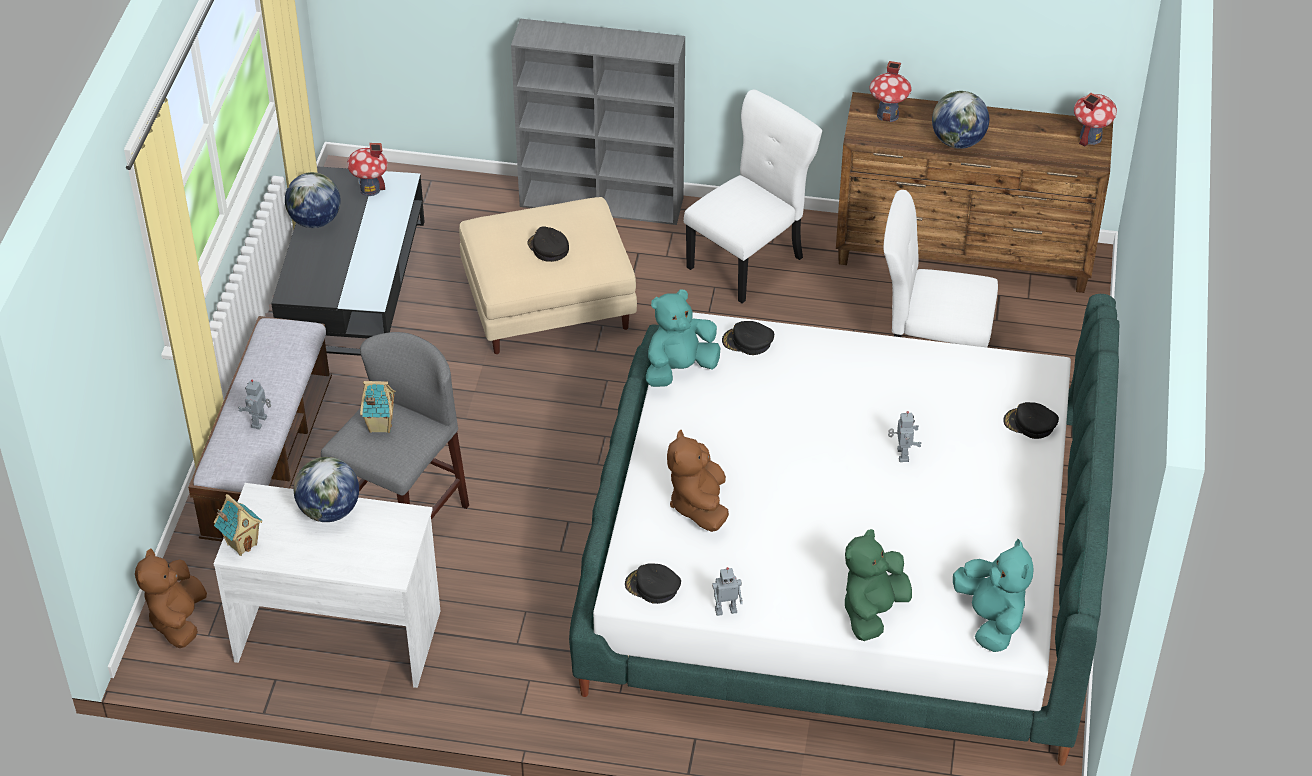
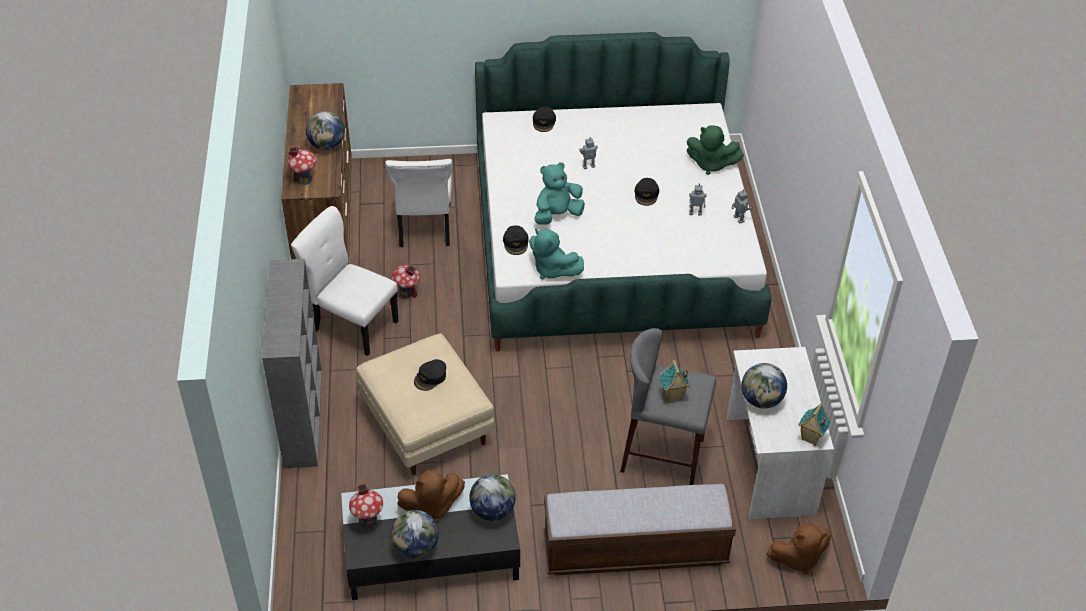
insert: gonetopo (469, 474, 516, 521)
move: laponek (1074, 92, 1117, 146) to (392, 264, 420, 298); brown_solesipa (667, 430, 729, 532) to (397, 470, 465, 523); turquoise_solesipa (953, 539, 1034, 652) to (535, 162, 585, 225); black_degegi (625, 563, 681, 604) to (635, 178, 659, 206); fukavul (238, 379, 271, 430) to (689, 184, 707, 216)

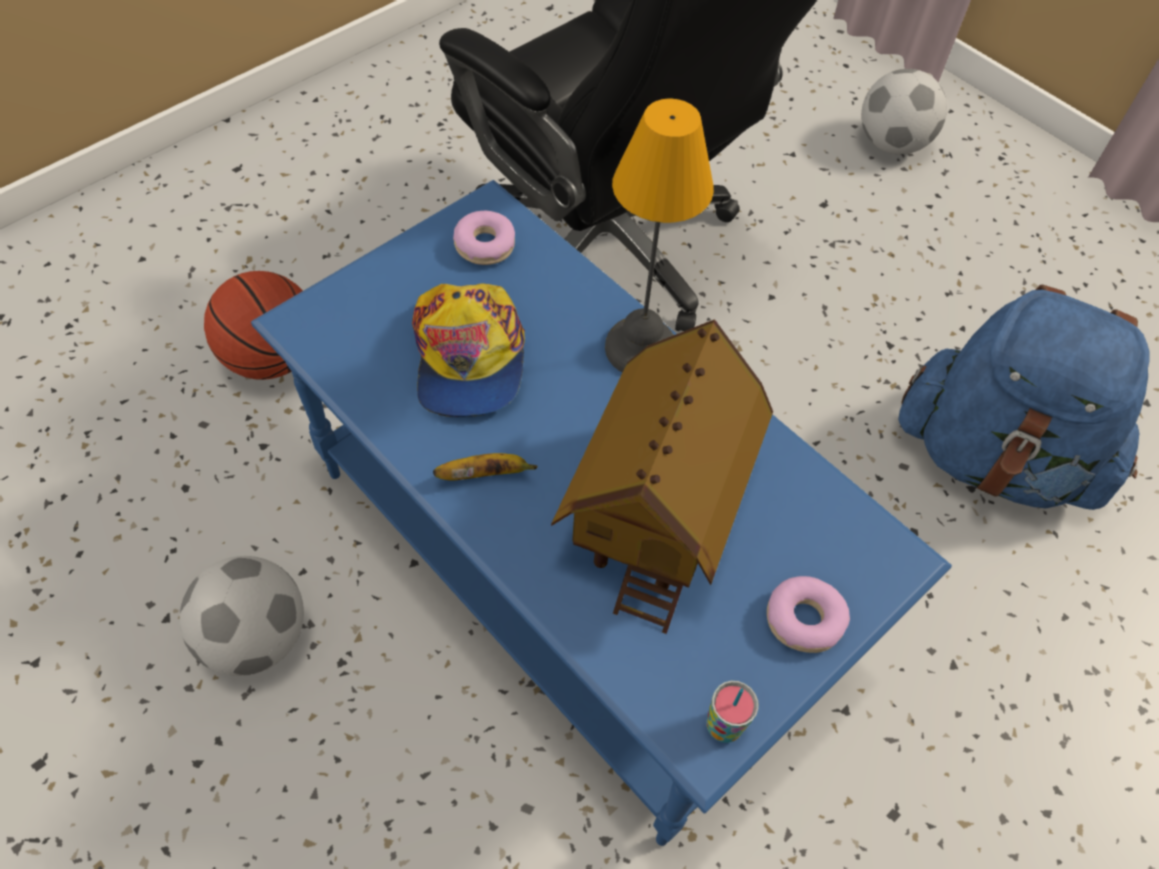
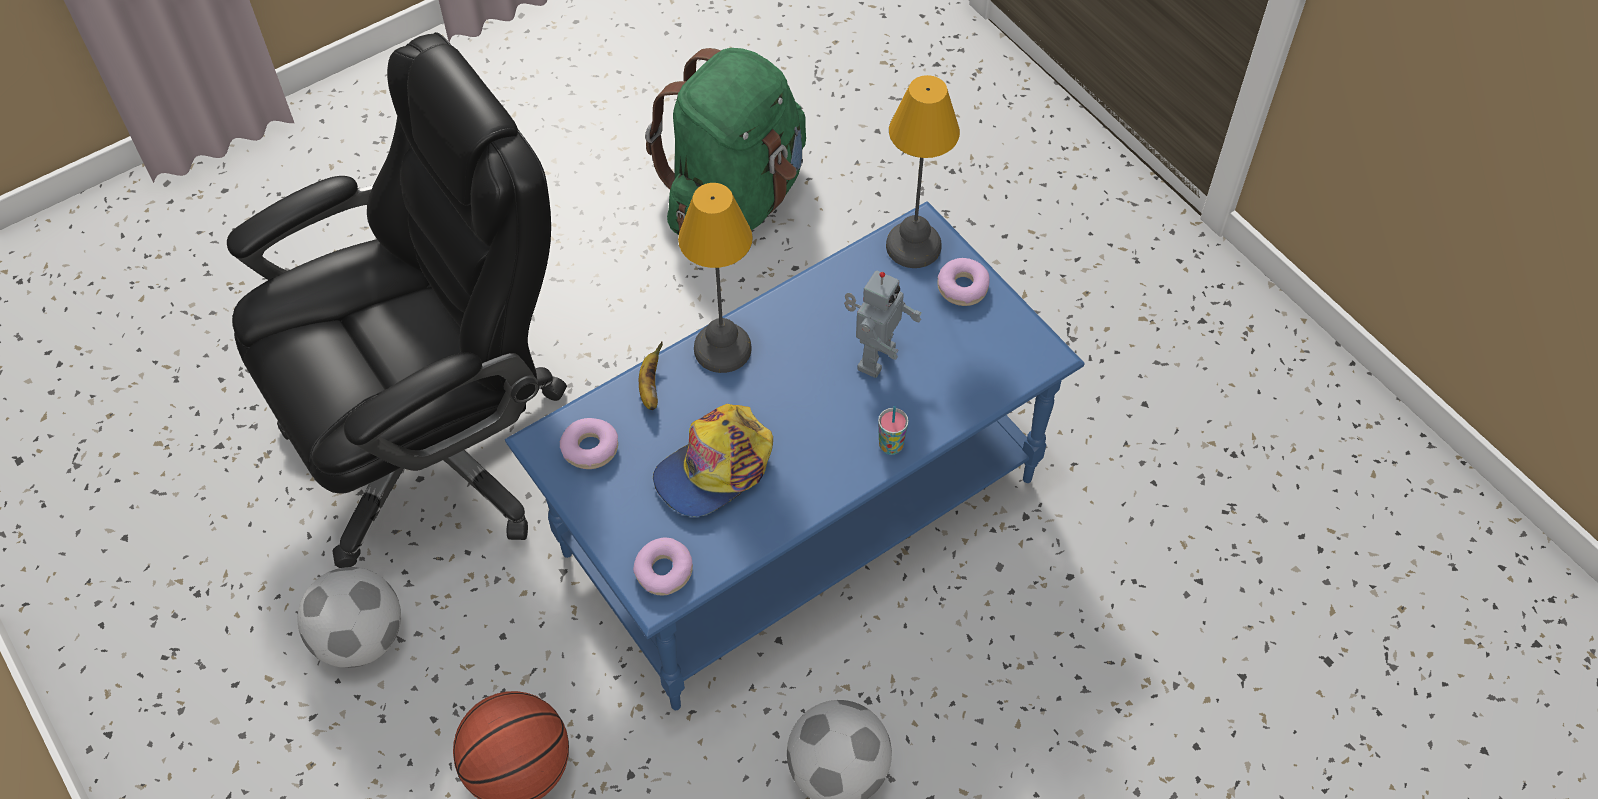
insert: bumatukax (633, 537, 693, 595); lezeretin (886, 75, 960, 268)
move: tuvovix (861, 69, 947, 154) to (298, 567, 401, 668); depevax (433, 453, 538, 481) to (639, 341, 663, 410); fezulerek (707, 681, 759, 743) to (878, 406, 909, 455)
replace: laponek (551, 319, 773, 634) to fukavul (844, 270, 922, 378)
recolor: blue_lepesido (898, 284, 1149, 510) to green_lepesido (645, 48, 806, 235)
rotate: degegi (412, 283, 525, 417) = (653, 404, 773, 517) 135 degrees clockwise

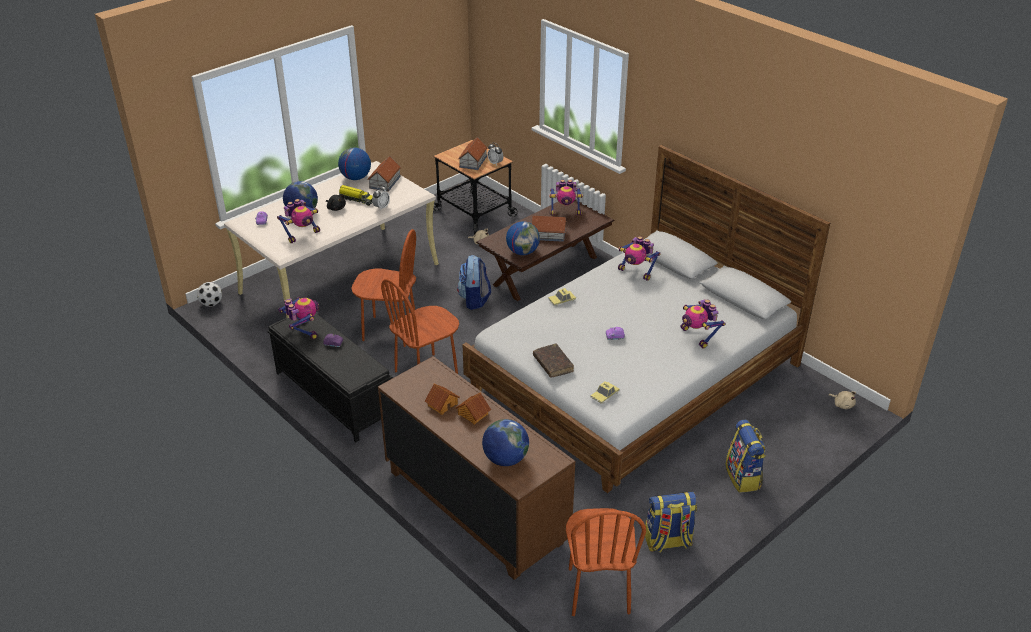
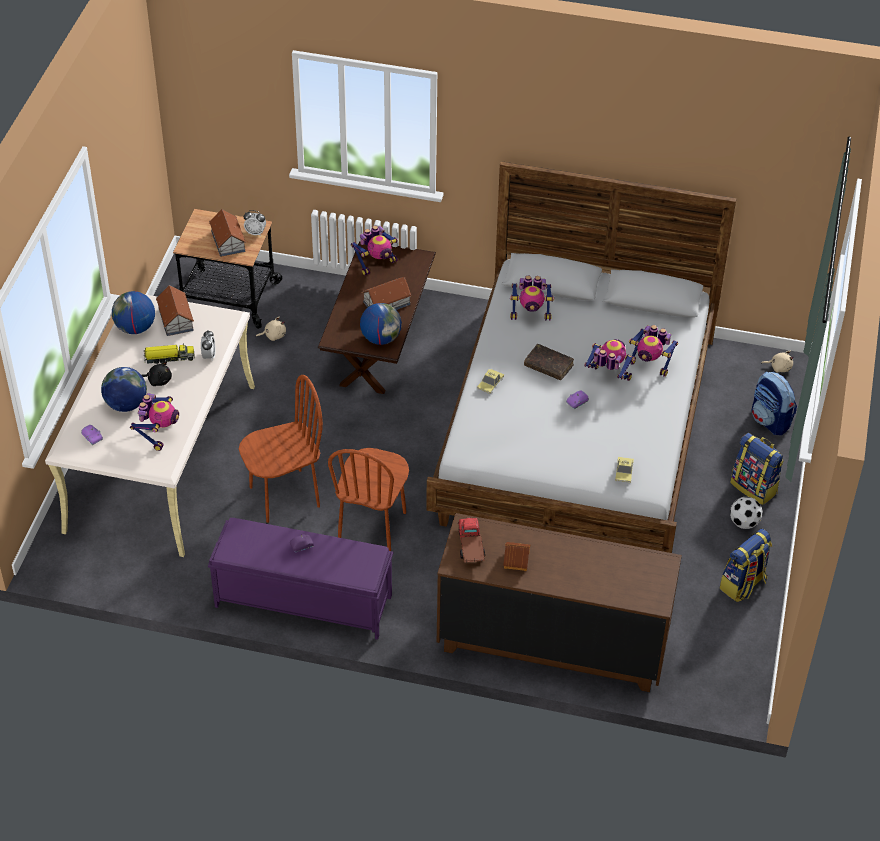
delete: laponek (456, 392, 491, 424); gonetopo (482, 419, 529, 466); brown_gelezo (566, 508, 646, 616)
insert: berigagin (458, 518, 485, 563)
move: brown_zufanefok (533, 343, 574, 378) to (524, 344, 574, 380); fukavul (278, 297, 319, 339) to (584, 339, 635, 381); tuvovix (197, 282, 222, 307) to (730, 497, 763, 529); lepesido (457, 255, 491, 310) to (752, 372, 797, 435)
recolor: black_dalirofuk (268, 313, 393, 443) to purple_dalirofuk (208, 518, 393, 640)

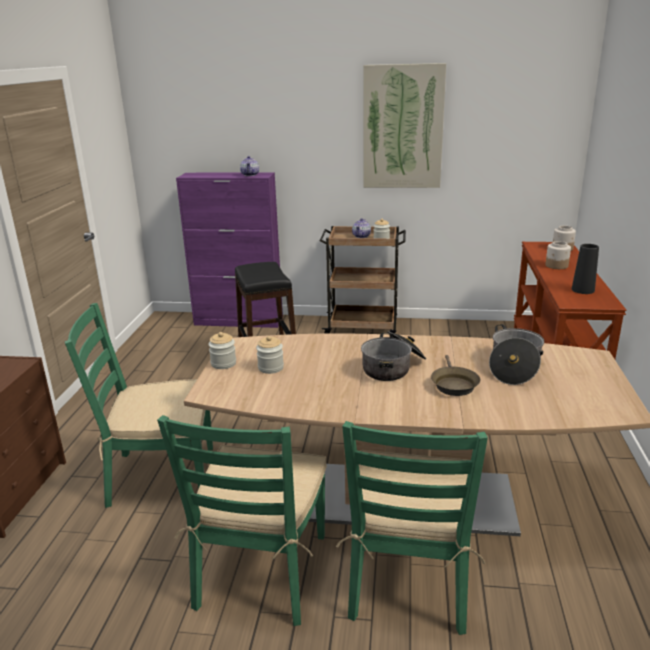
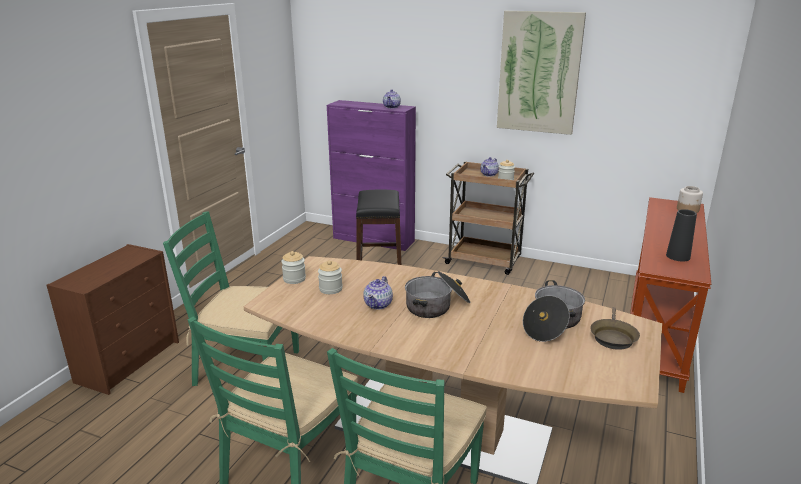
delete: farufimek (545, 241, 571, 269)
insert: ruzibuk (363, 276, 393, 310)
move: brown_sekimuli (431, 355, 480, 396) to (590, 307, 640, 350)

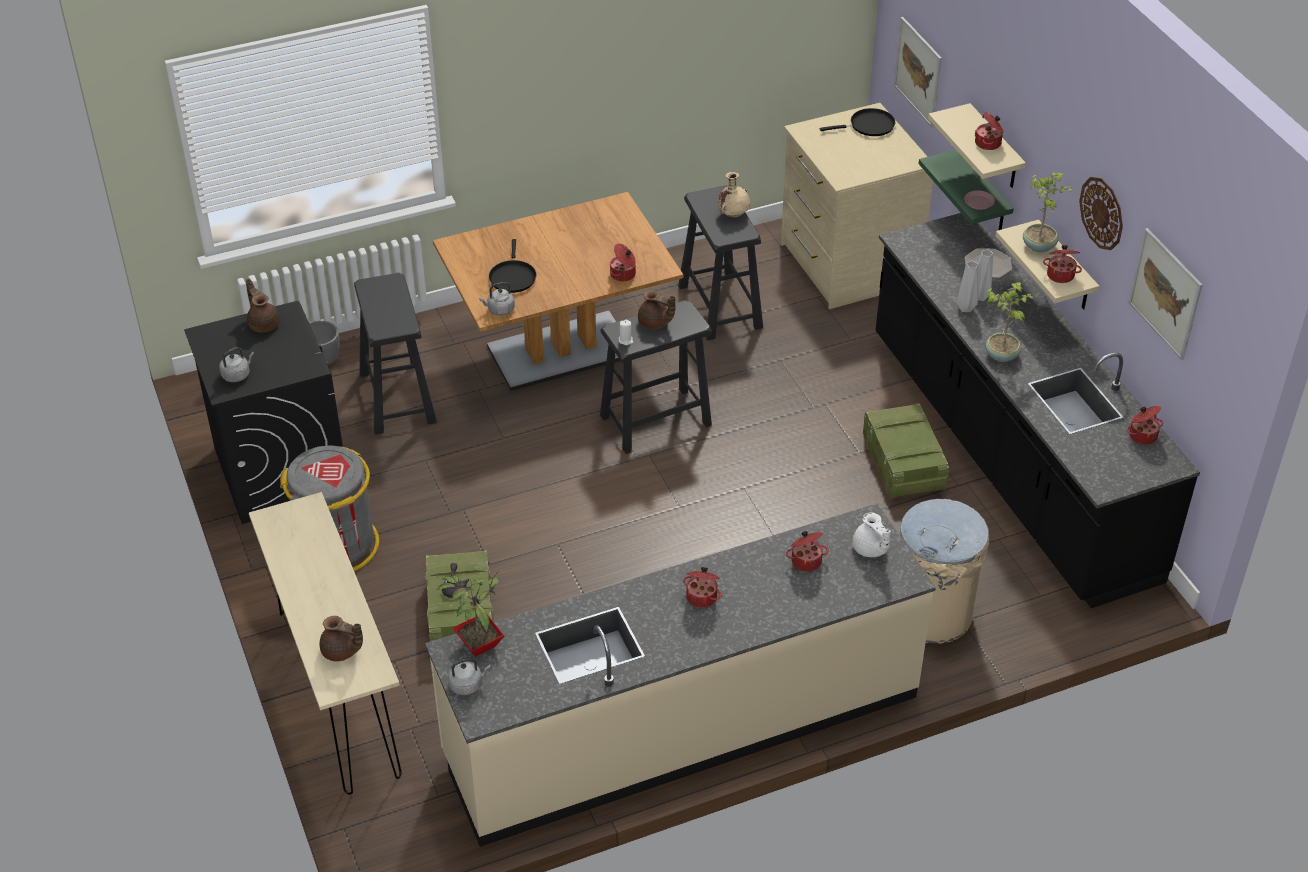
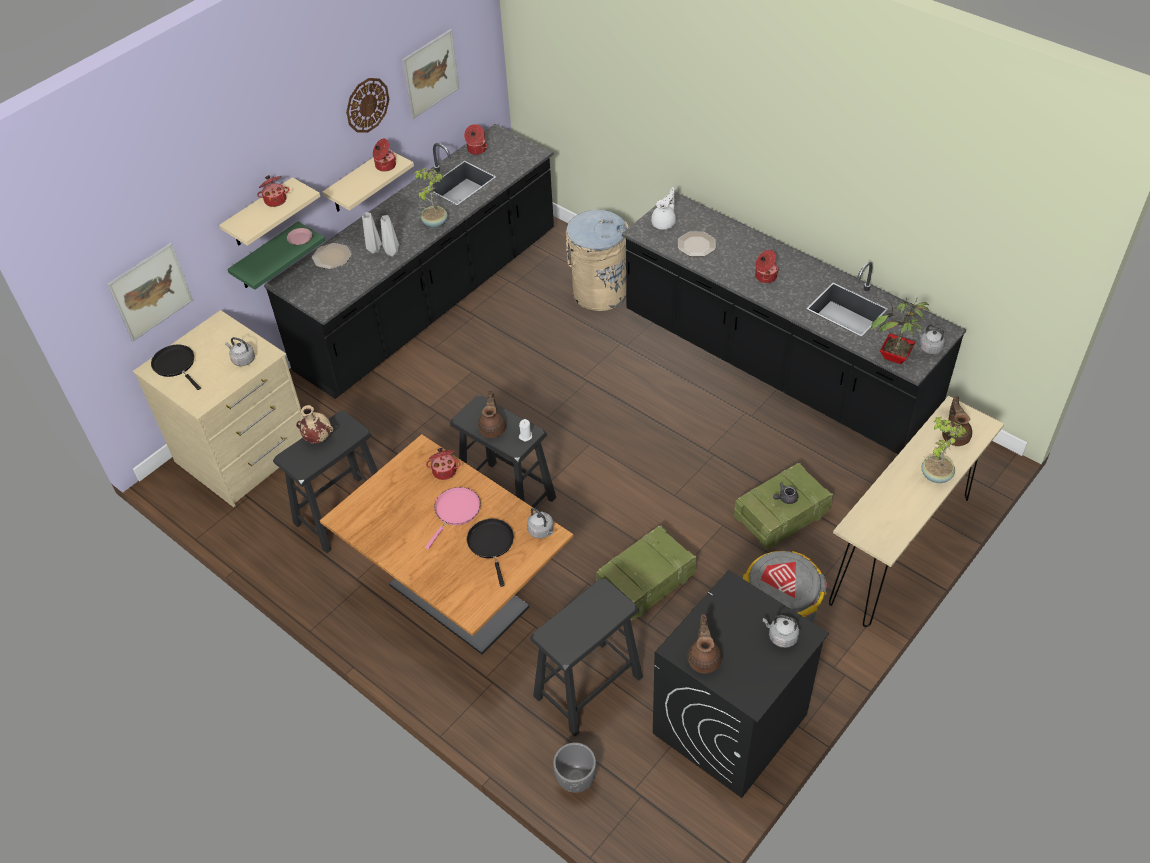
insert: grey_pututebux (225, 337, 255, 366); pink_sekimuli (425, 487, 481, 549)
move: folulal (863, 403, 949, 499) to (596, 525, 697, 621); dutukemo (1023, 172, 1074, 252) to (921, 417, 967, 483)
replace: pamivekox (786, 531, 829, 572) to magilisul (678, 232, 716, 257)
recolor: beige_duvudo (425, 503, 936, 847) to black_duvudo (622, 192, 966, 454)
rotate: black_sekimuli (489, 239, 536, 293) = (467, 519, 514, 587) 75 degrees counterclockwise; brown_ruzibuk (246, 279, 280, 333) = (688, 614, 722, 674) 150 degrees clockwise

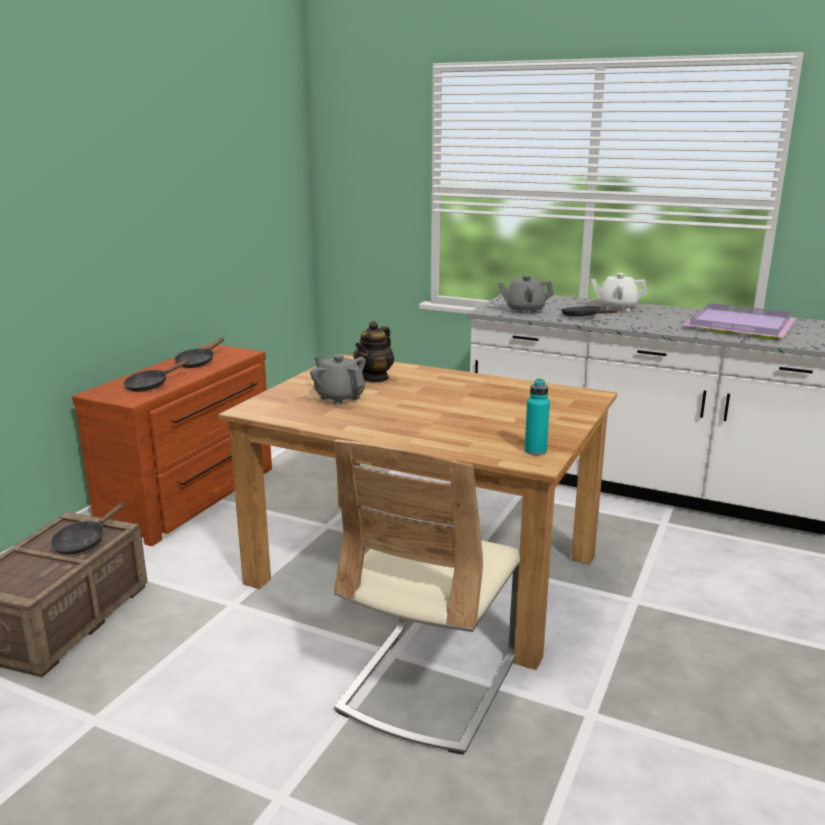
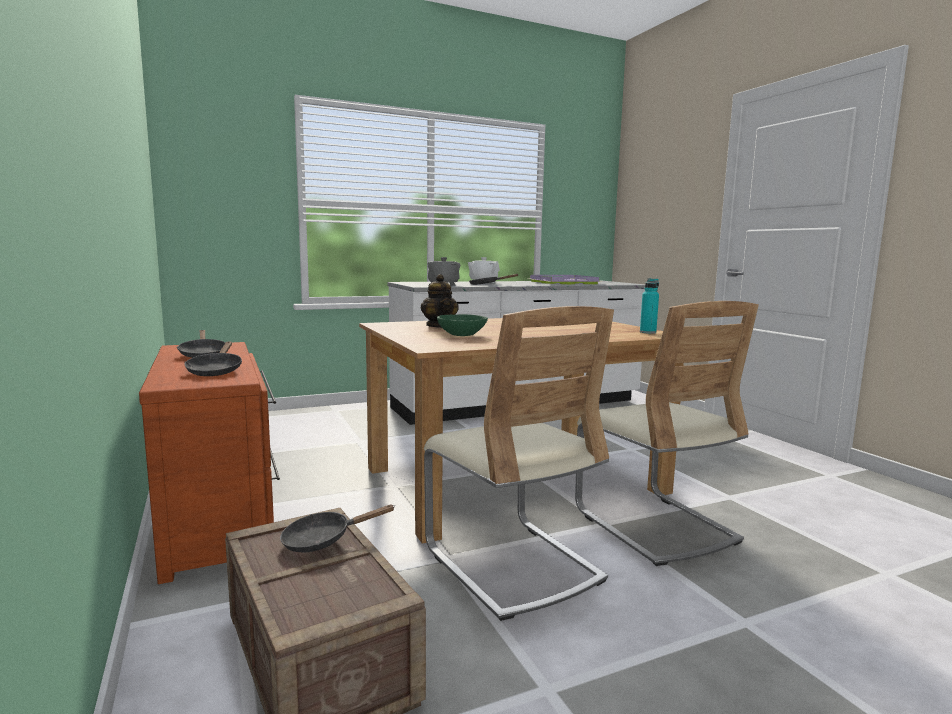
insert: beige_gelezo (424, 306, 614, 621)
replace: grey_ruzibuk (310, 355, 365, 405) to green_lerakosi (437, 314, 488, 336)
rotate: black_sekimuli (50, 502, 125, 555) = (280, 504, 395, 552) 90 degrees clockwise

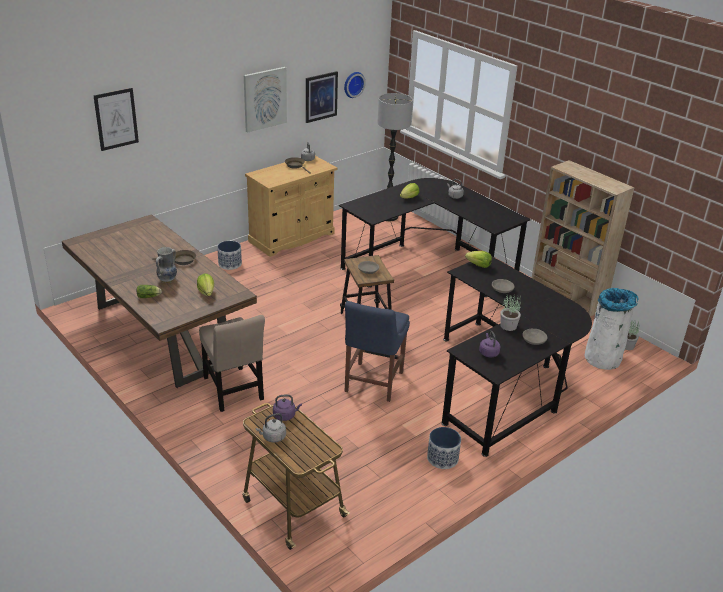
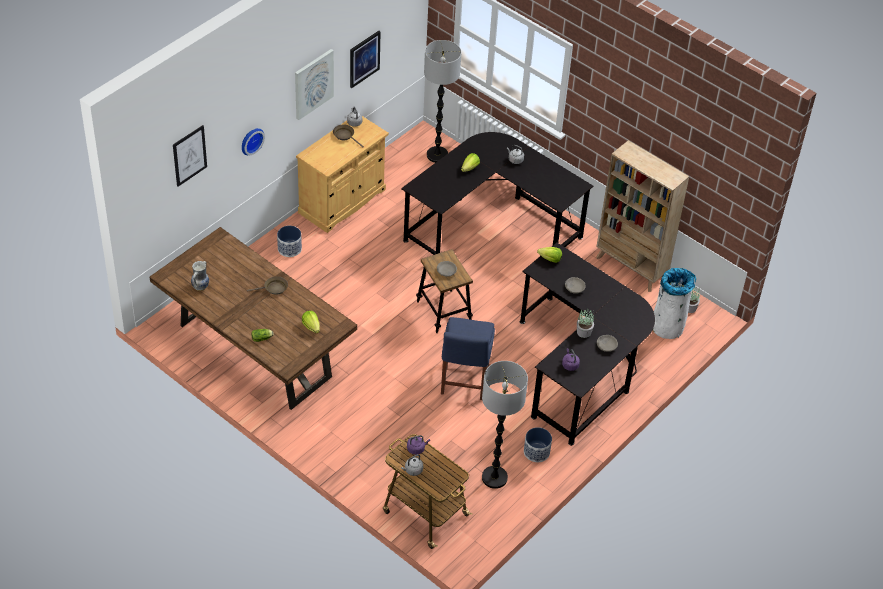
delete: beige_gelezo (199, 315, 265, 412)
insert: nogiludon (482, 361, 528, 489)
move: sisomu (156, 247, 177, 283) to (191, 261, 209, 291); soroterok (344, 72, 366, 98) to (242, 128, 265, 155)

